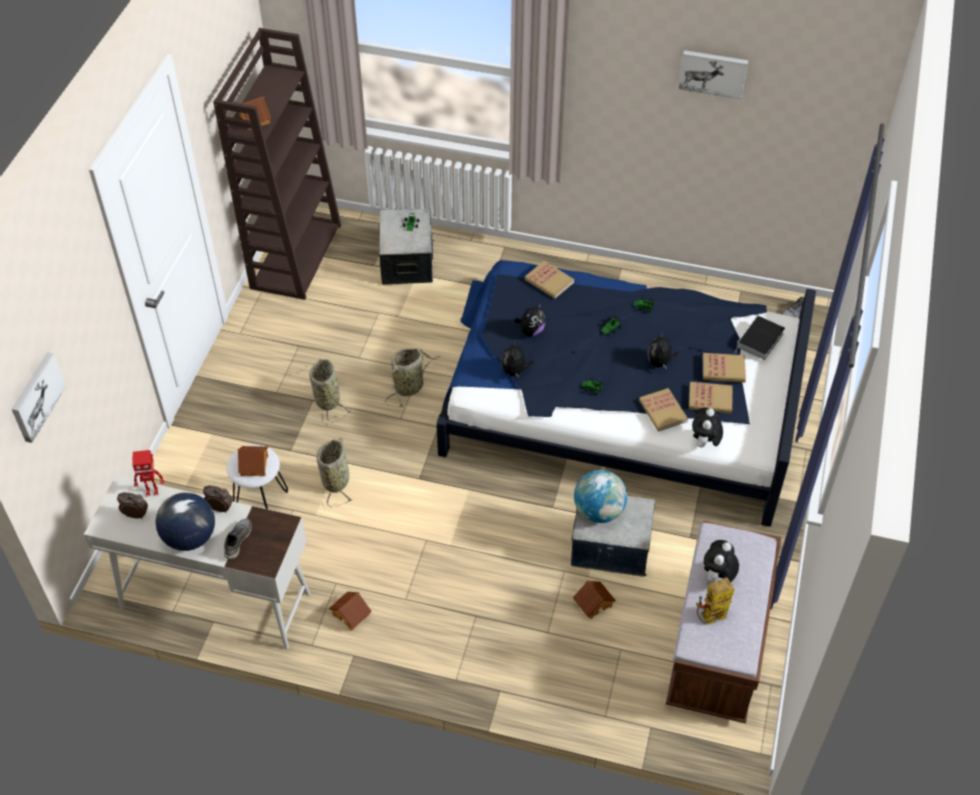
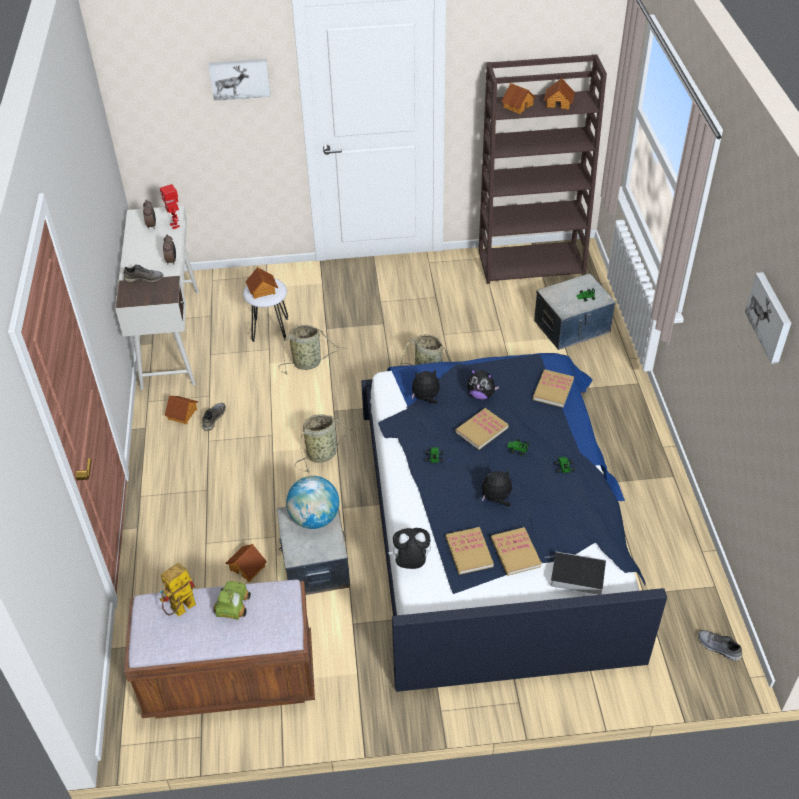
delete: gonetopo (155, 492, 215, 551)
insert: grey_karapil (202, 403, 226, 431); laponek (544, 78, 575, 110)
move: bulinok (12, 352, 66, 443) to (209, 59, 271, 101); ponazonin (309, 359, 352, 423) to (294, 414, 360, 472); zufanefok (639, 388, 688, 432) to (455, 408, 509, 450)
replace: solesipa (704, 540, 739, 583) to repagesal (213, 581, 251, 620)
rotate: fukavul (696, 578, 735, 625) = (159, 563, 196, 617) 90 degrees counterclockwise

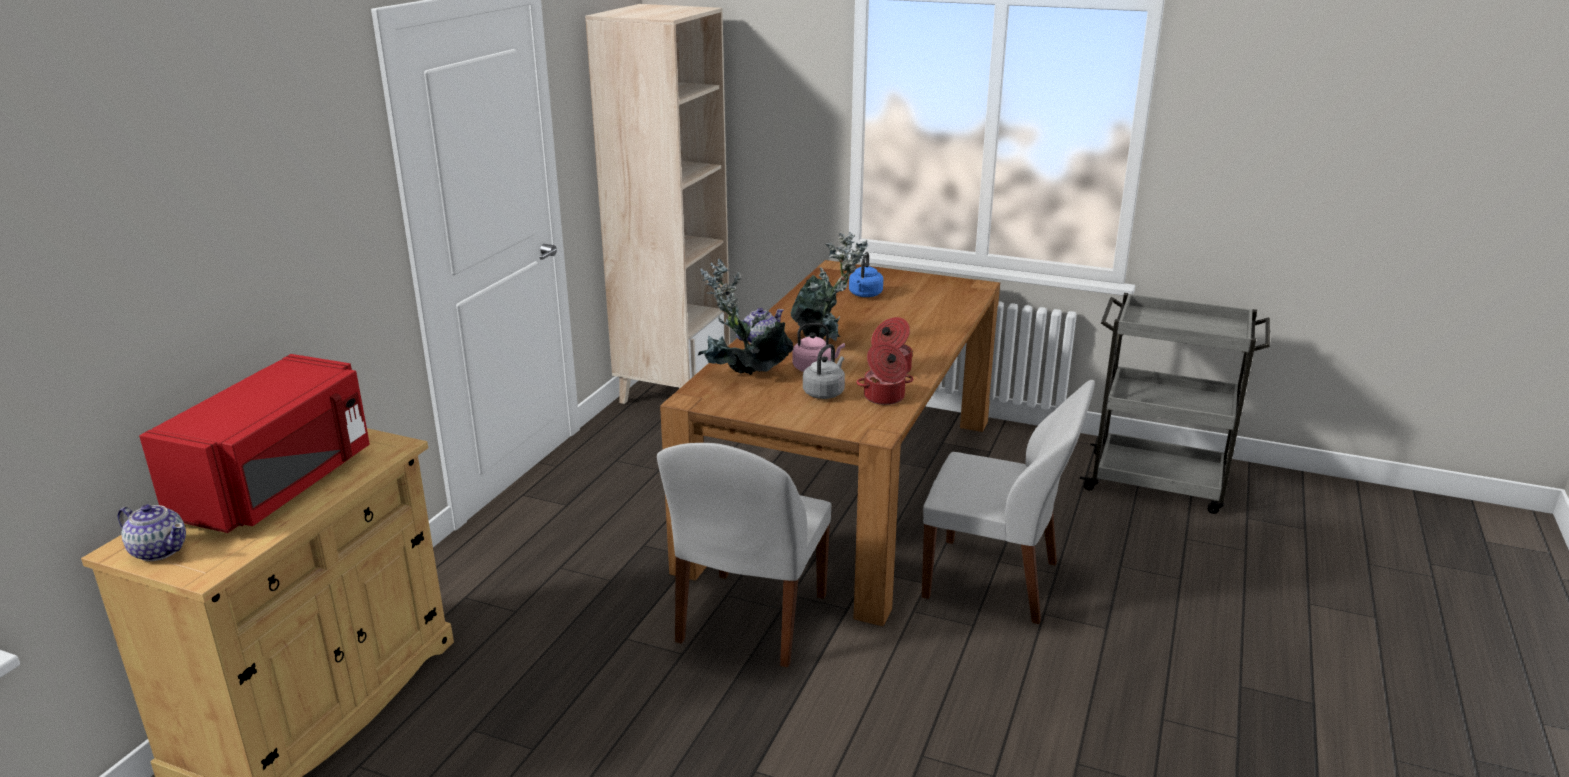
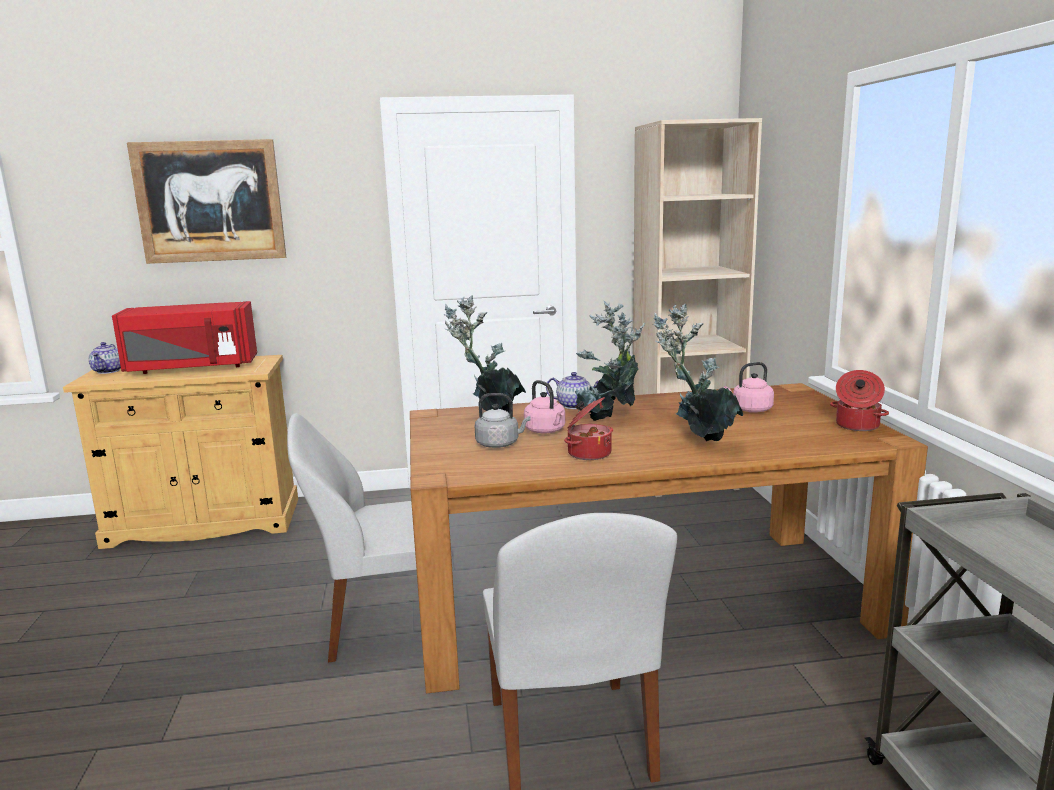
insert: bulinok (127, 139, 286, 264); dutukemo (653, 304, 743, 441)
move: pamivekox (856, 342, 913, 405) to (830, 370, 889, 431)
recolor: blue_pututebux (849, 252, 883, 297) to pink_pututebux (724, 362, 774, 413)

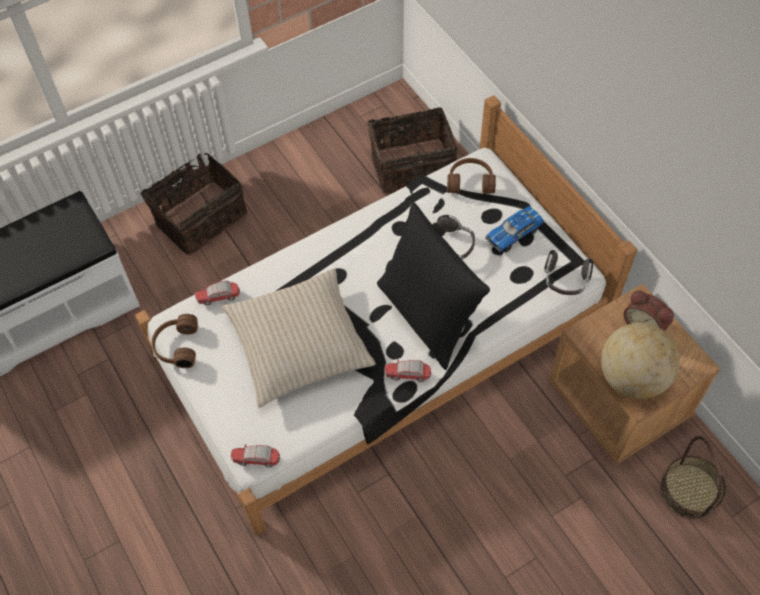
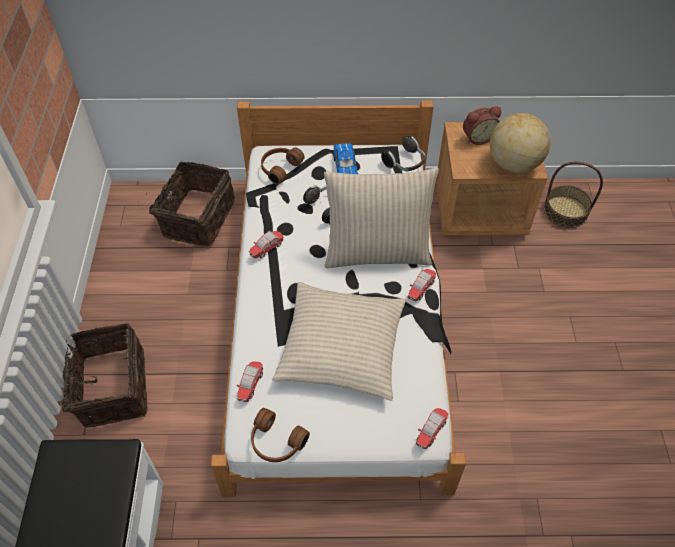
insert: repagesal (249, 231, 283, 259)
recolor: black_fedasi (377, 202, 490, 370) to beige_fedasi (324, 168, 439, 268)

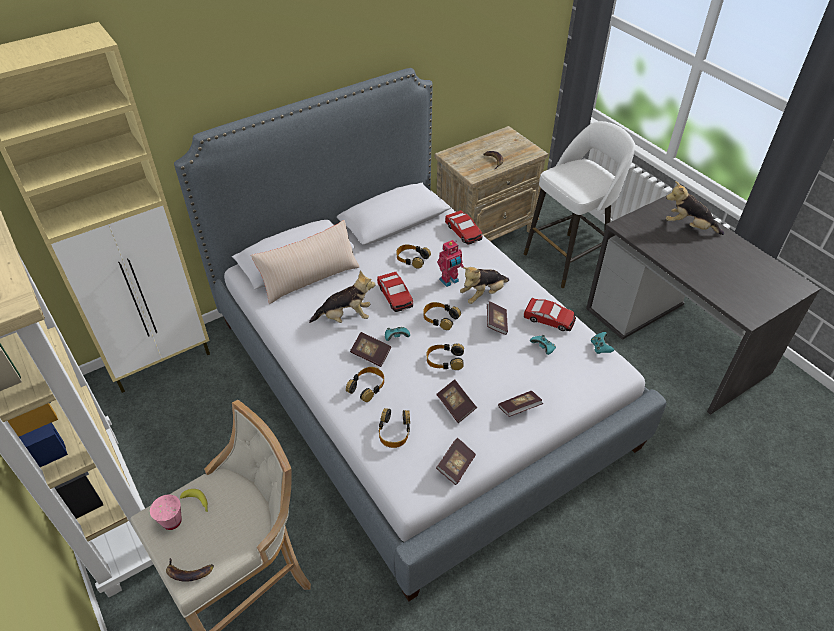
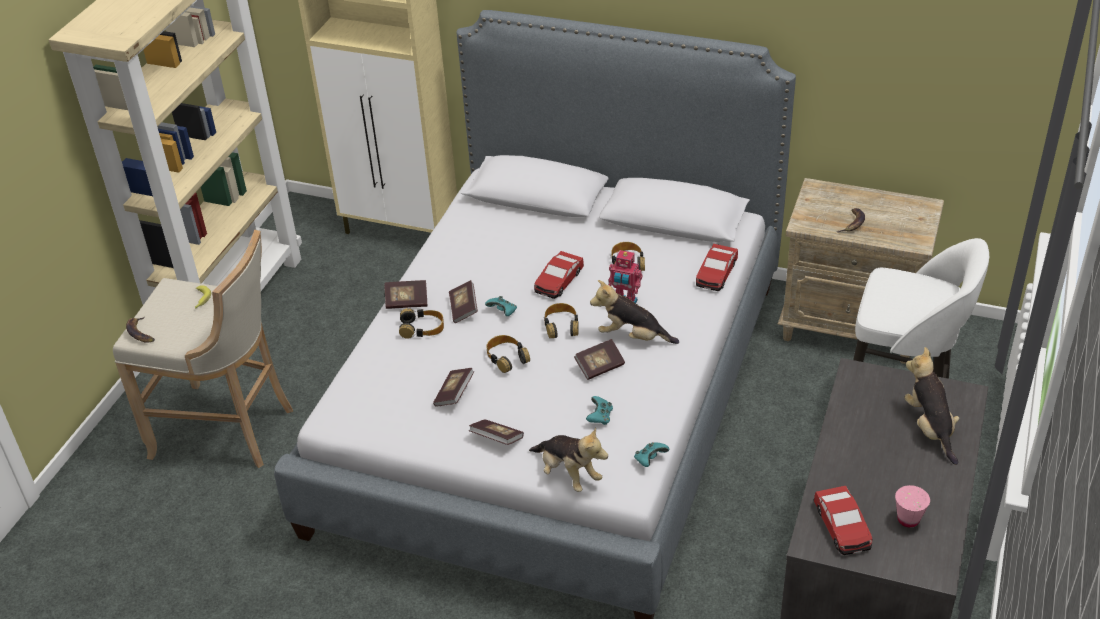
delete: beige_fedasi (251, 220, 360, 304); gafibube (378, 408, 410, 448)
move: zufanefok (436, 438, 476, 485) to (384, 280, 427, 309); solesipa (309, 270, 375, 323) to (529, 428, 608, 492); repagesal (524, 298, 576, 331) to (814, 486, 872, 555); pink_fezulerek (150, 494, 182, 530) to (895, 485, 930, 528)

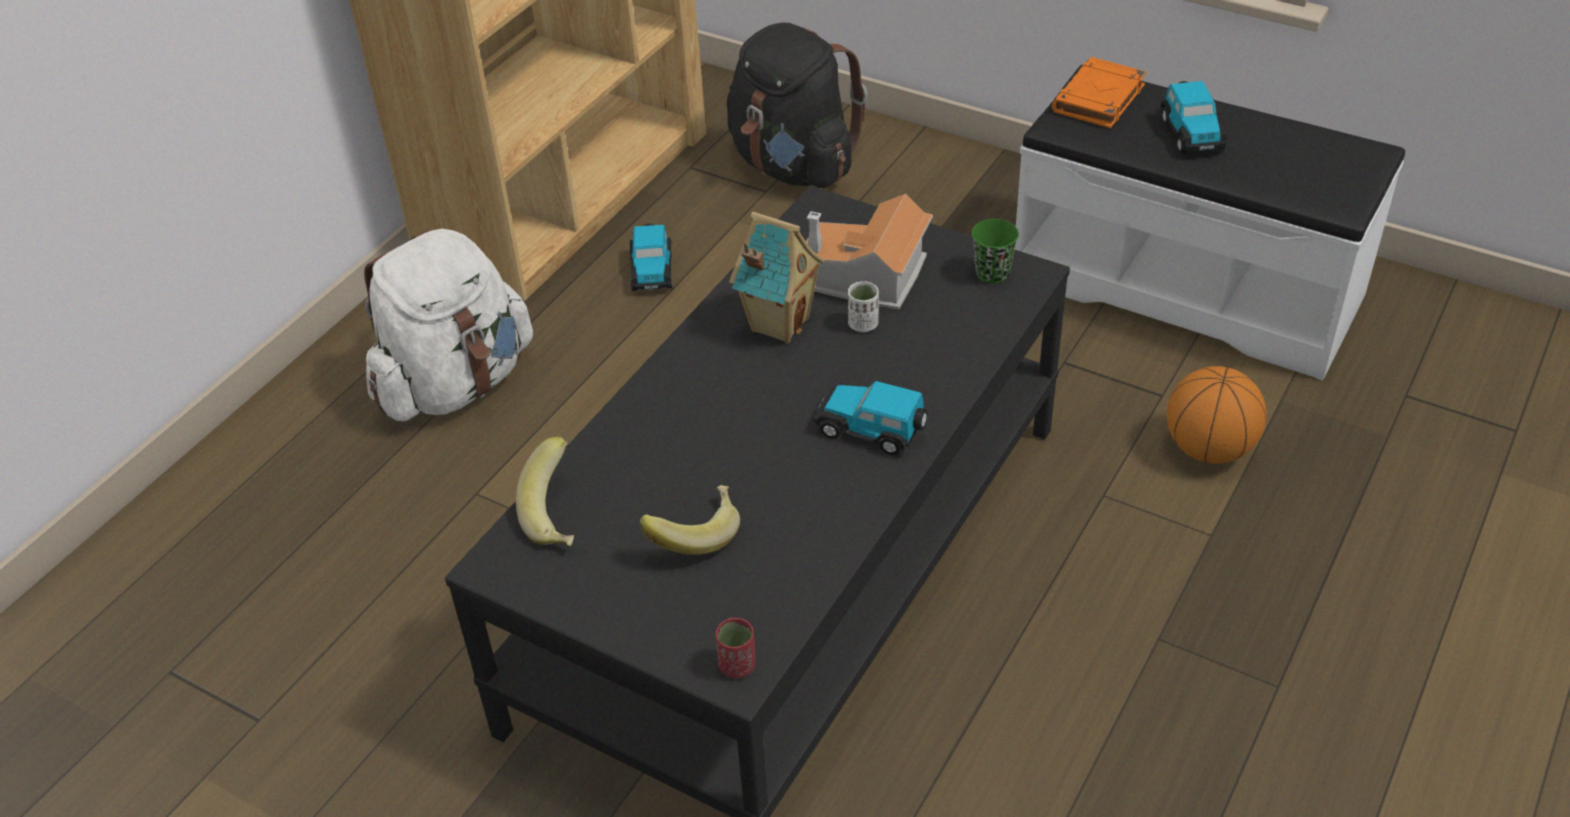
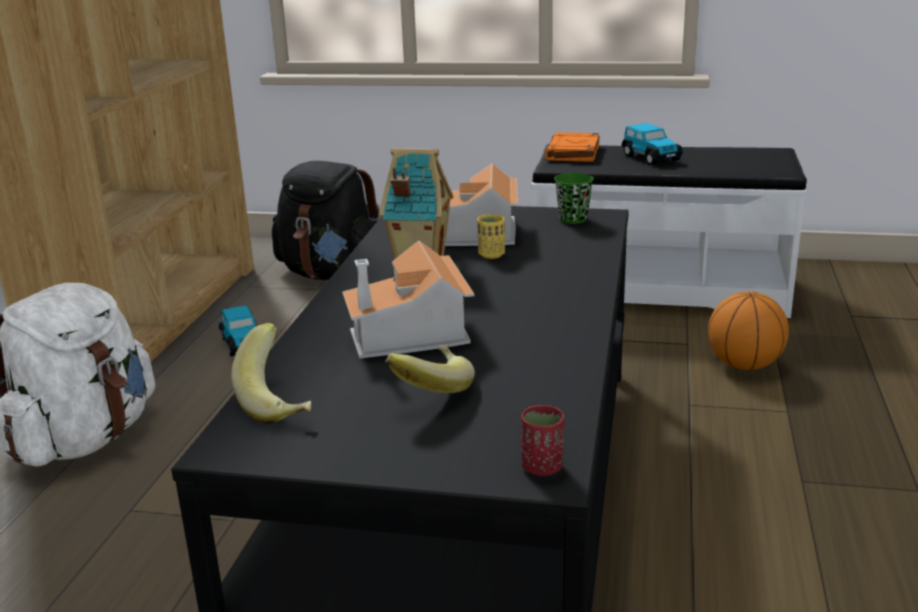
delete: repagesal (814, 381, 928, 455)
insert: laponek (342, 240, 475, 359)
recolor: white_fezulerek (848, 281, 879, 332) to yellow_fezulerek (477, 214, 505, 259)

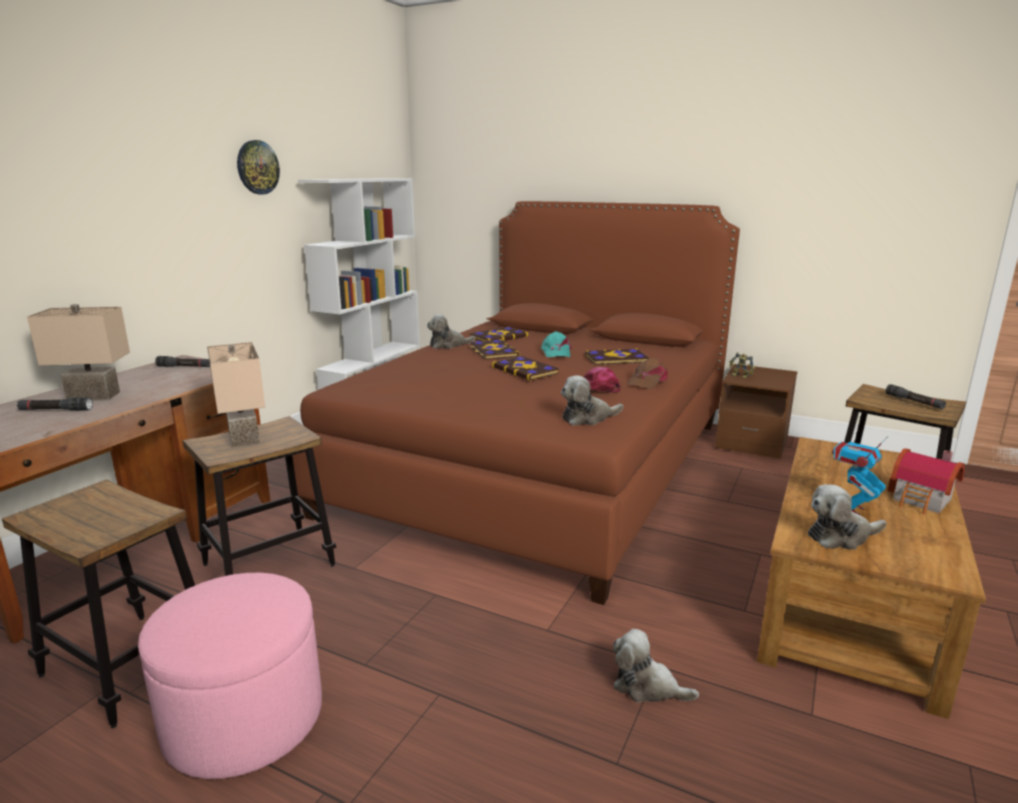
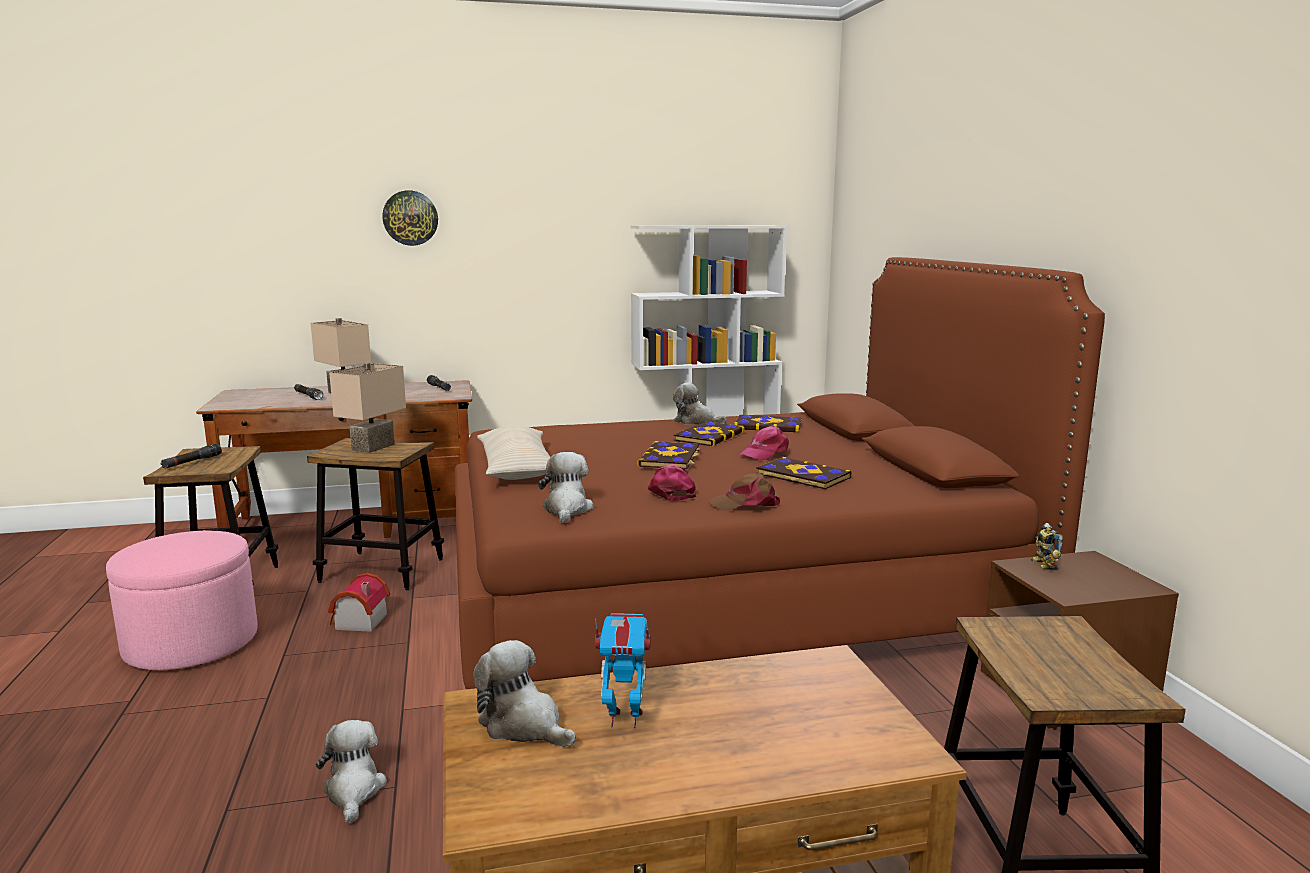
insert: beige_fedasi (477, 426, 550, 480)
move: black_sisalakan (885, 384, 946, 409) to (161, 444, 222, 469); laponek (887, 448, 965, 514) to (328, 573, 390, 632); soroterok (237, 140, 280, 194) to (382, 190, 438, 246)
recolor: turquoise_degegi (541, 331, 572, 357) to pink_degegi (739, 426, 789, 460)
rotate: solesipa (561, 375, 623, 425) = (538, 452, 594, 523) 60 degrees clockwise

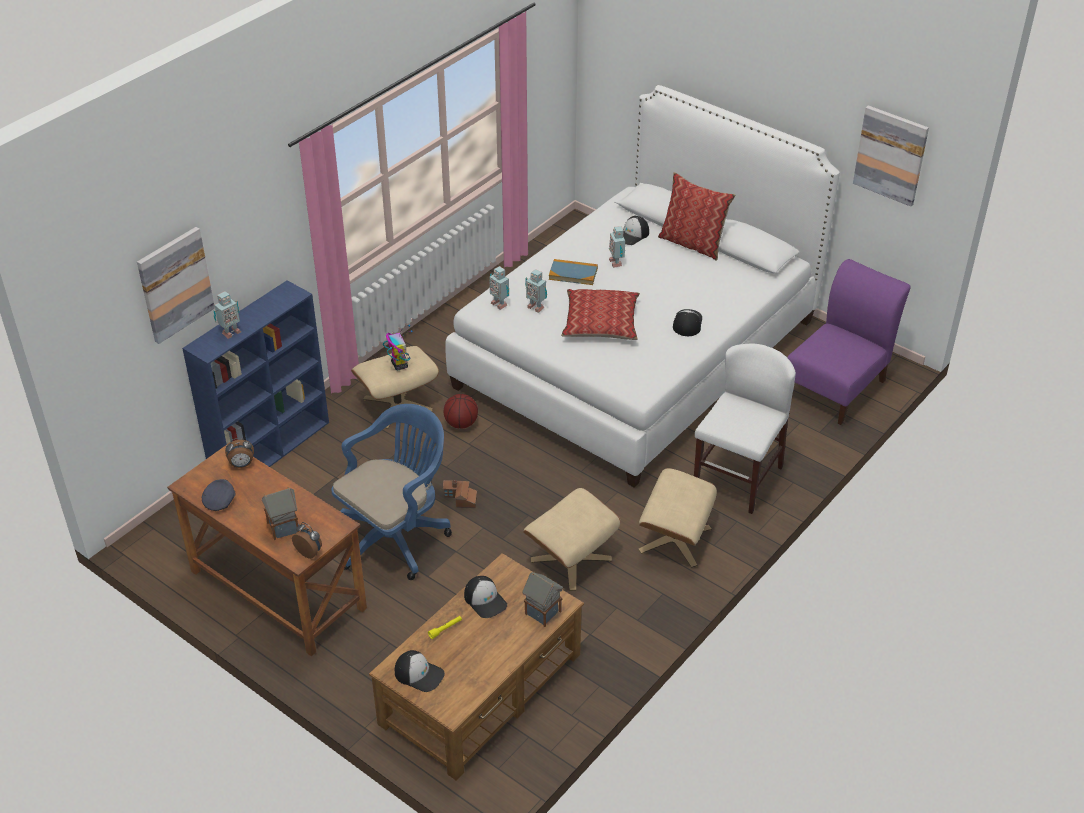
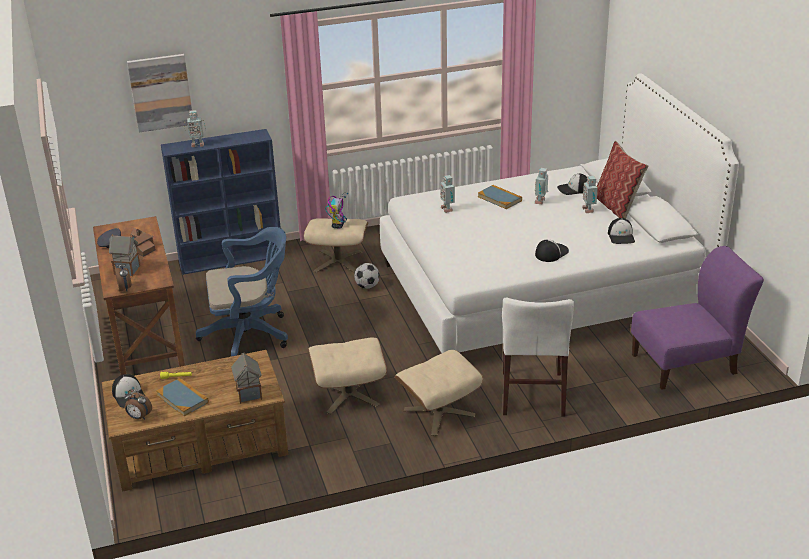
delete: fedasi (561, 289, 640, 340); bulinok (853, 105, 929, 207)
insert: zufanefok (156, 378, 209, 416)
move: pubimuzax (225, 438, 254, 468) to (124, 390, 152, 420); laponek (443, 480, 477, 509) to (131, 228, 156, 257); fukavul (489, 266, 509, 310) to (582, 176, 598, 213); degegi (464, 576, 507, 618) to (608, 218, 635, 244)
replace: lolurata (444, 394, 478, 429) to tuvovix (354, 263, 380, 289)
rotate: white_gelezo (694, 343, 796, 514) = (502, 298, 574, 417) 120 degrees clockwise

